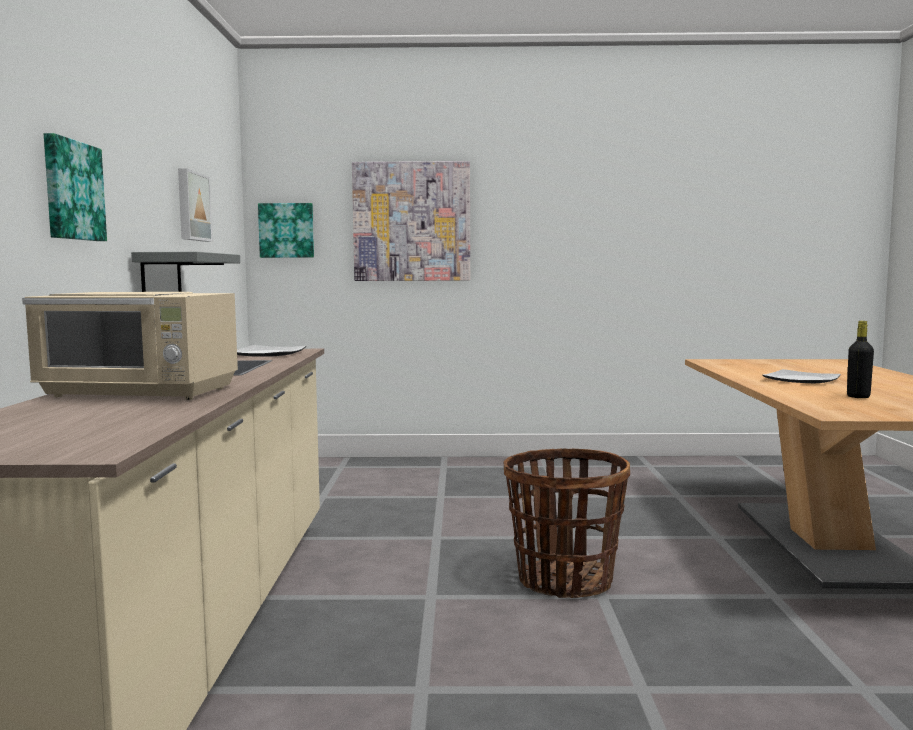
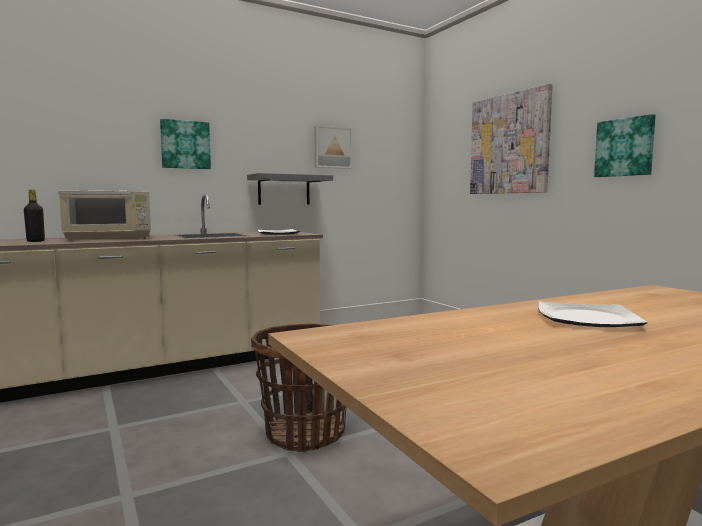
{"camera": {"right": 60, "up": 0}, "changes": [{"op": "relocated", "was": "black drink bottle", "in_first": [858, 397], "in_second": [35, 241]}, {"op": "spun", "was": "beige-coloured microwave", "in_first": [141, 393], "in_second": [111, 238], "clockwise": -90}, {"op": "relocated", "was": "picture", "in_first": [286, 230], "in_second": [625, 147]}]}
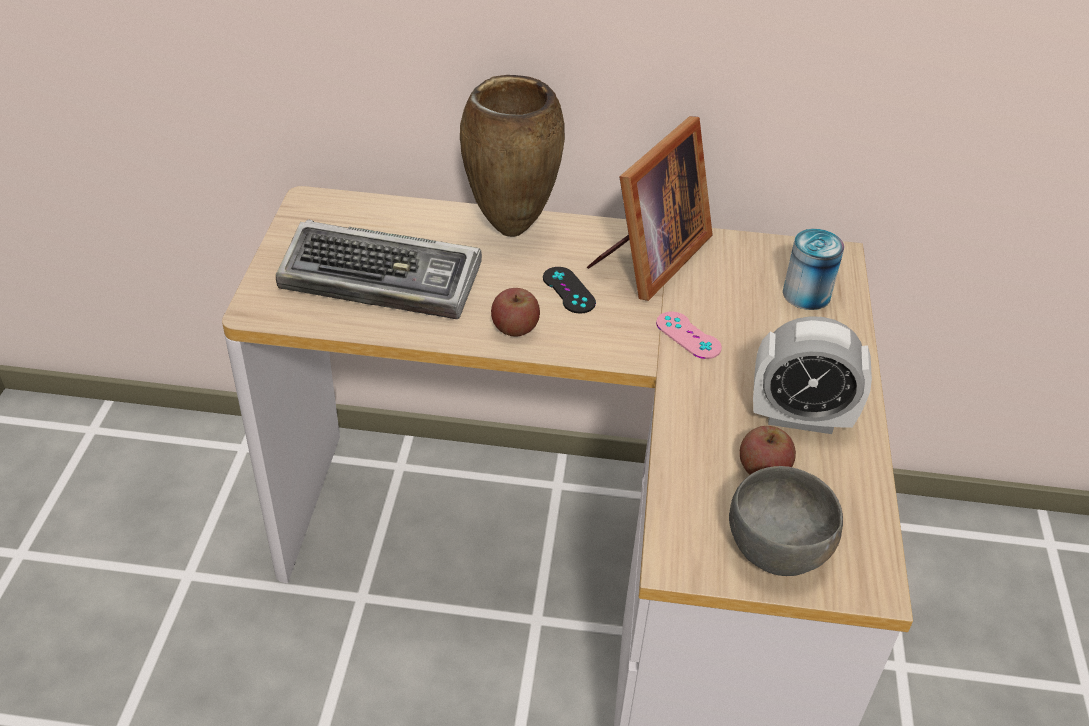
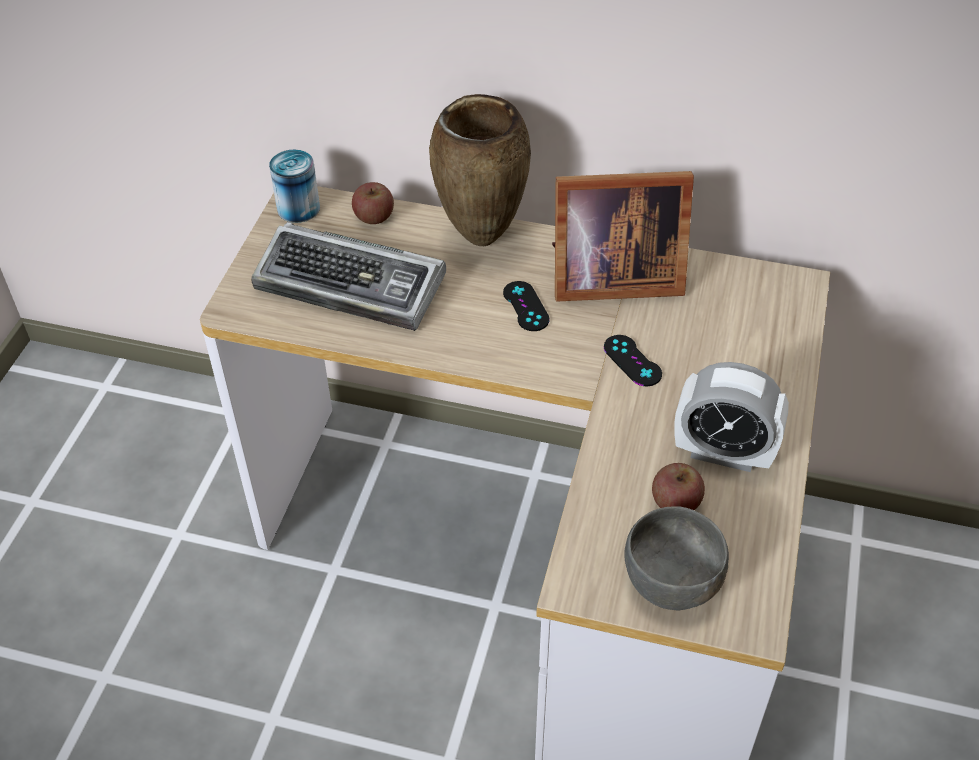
{"camera": {"right": 10, "up": 5}, "changes": [{"op": "relocated", "was": "sealed can", "in_first": [806, 294], "in_second": [298, 208]}, {"op": "relocated", "was": "apple fruit", "in_first": [515, 328], "in_second": [374, 217]}, {"op": "spun", "was": "photo frame", "in_first": [649, 259], "in_second": [610, 278], "clockwise": 45}, {"op": "colour", "was": "pink-coloured joypad", "now": "black joypad", "in_first": [688, 335], "in_second": [632, 361]}]}
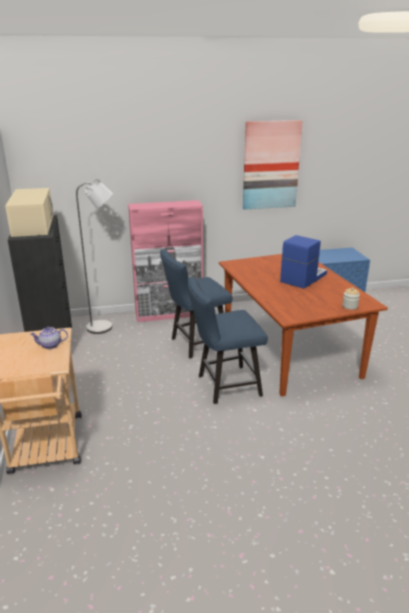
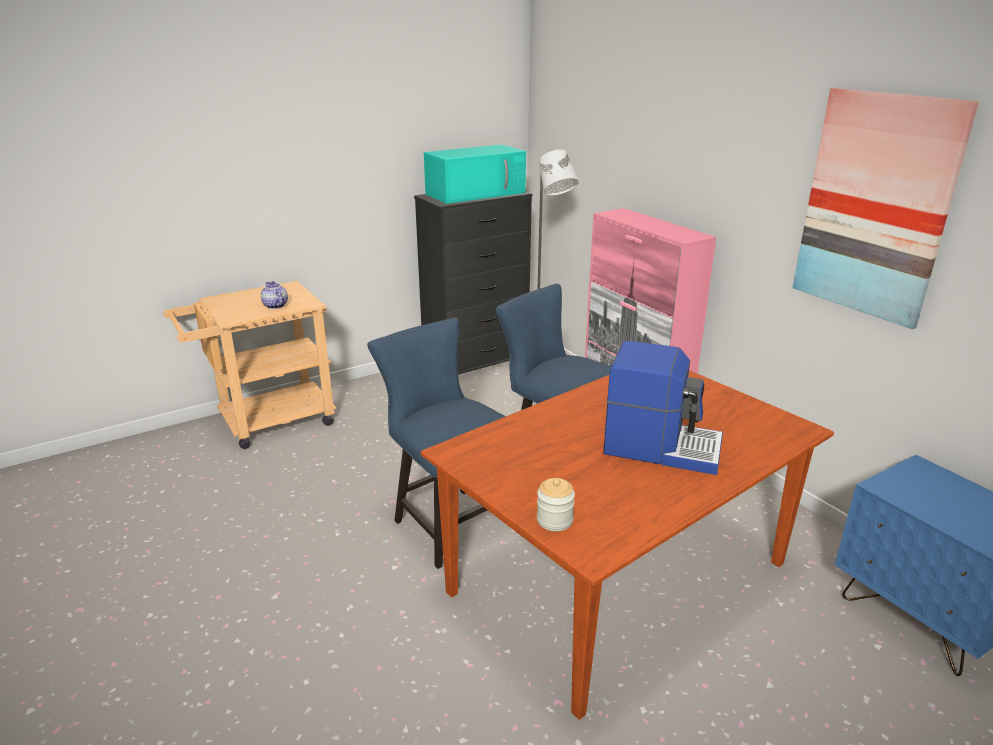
{"camera": {"right": 70, "up": 0}, "changes": [{"op": "colour", "was": "beige-coloured microwave", "now": "turquoise-coloured microwave", "in_first": [33, 225], "in_second": [476, 193]}]}
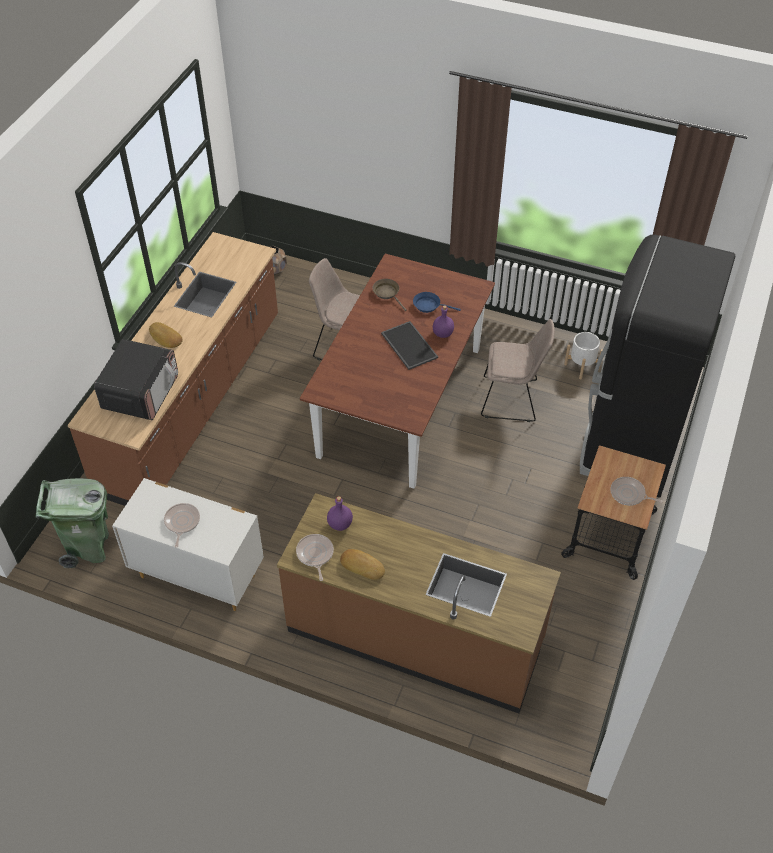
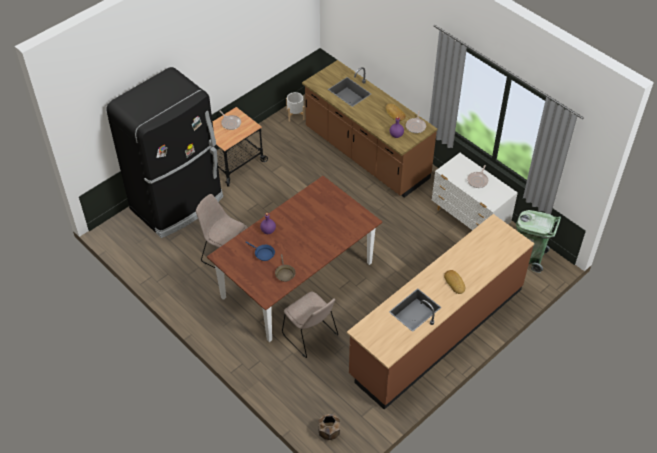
{"camera": {"right": -155, "up": 0}, "changes": [{"op": "relocated", "was": "white plant pot", "in_first": [581, 366], "in_second": [295, 115]}, {"op": "missing", "was": "microwave", "in_first": [141, 392]}, {"op": "missing", "was": "tray", "in_first": [408, 345]}]}
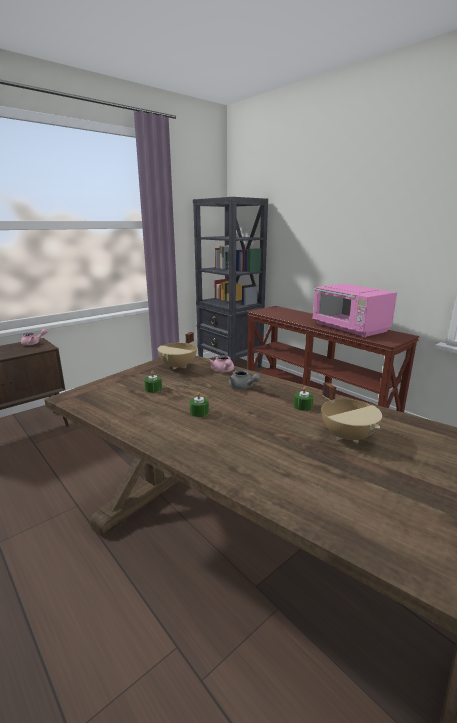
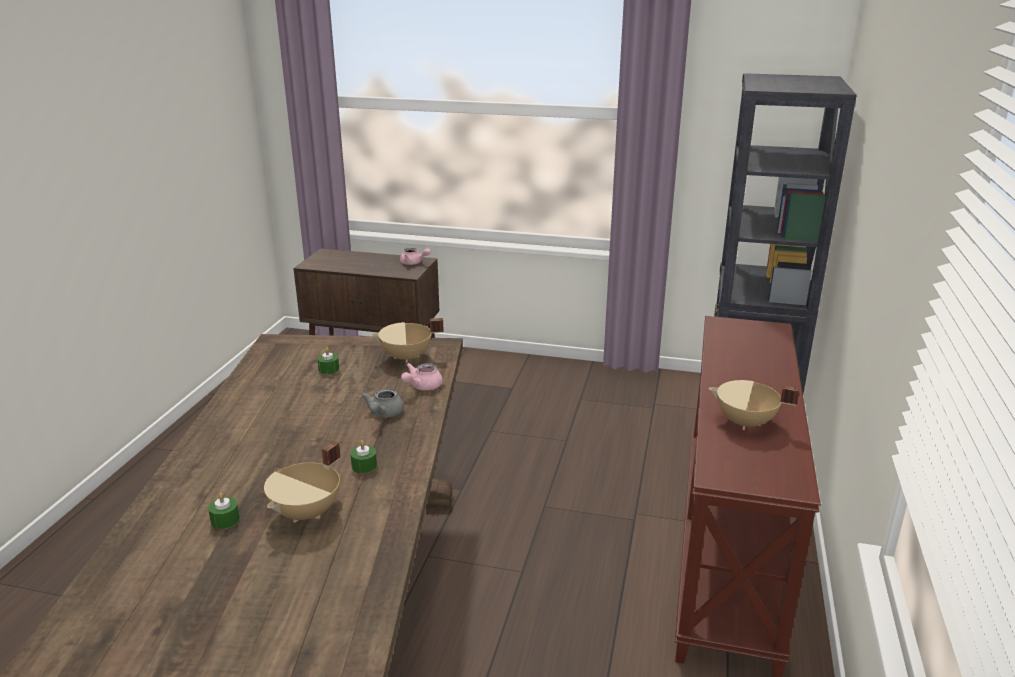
{"camera": {"right": 55, "up": 5}, "changes": [{"op": "relocated", "was": "green candle", "in_first": [199, 412], "in_second": [225, 520]}, {"op": "exchanged", "was": "pink-coloured microwave", "now": "beige-coloured cooking pot", "in_first": [350, 329], "in_second": [745, 423]}]}
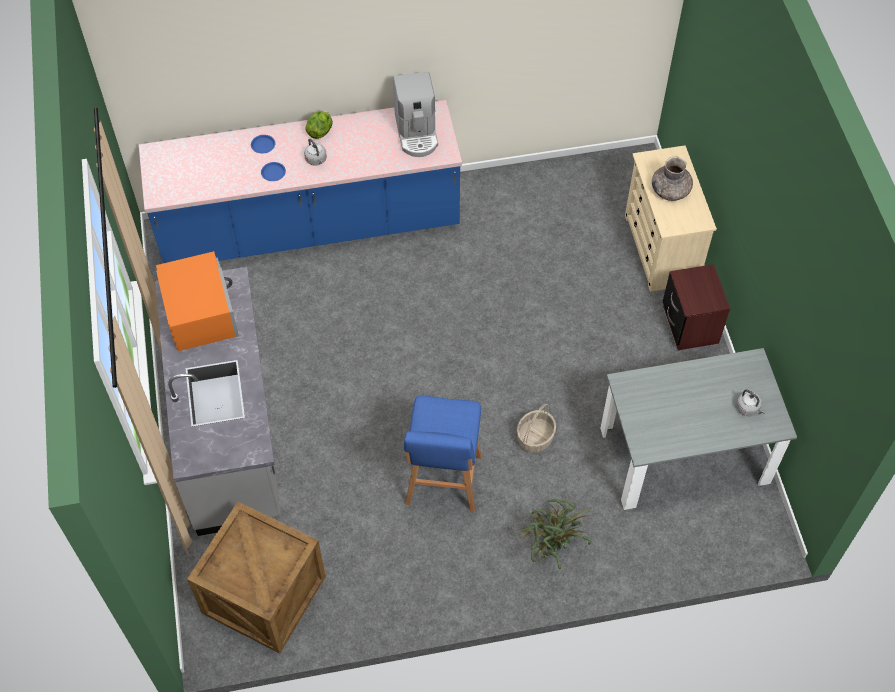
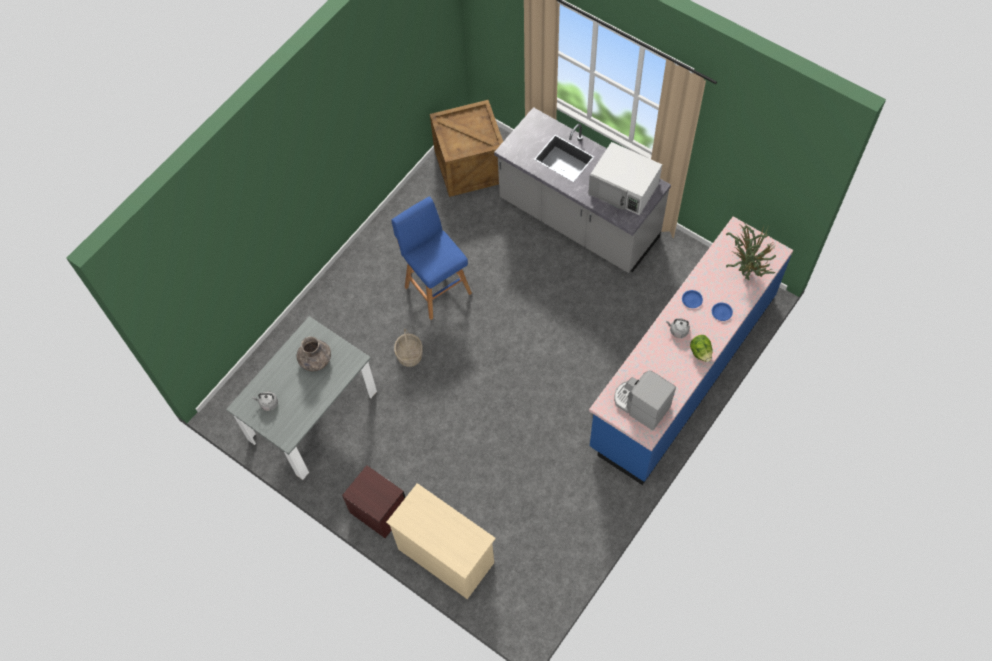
{"camera": {"right": 140, "up": 5}, "changes": [{"op": "relocated", "was": "grey vase", "in_first": [670, 190], "in_second": [315, 360]}, {"op": "colour", "was": "orange-coloured microwave", "now": "white microwave", "in_first": [200, 312], "in_second": [624, 188]}, {"op": "relocated", "was": "potted plant", "in_first": [550, 549], "in_second": [747, 271]}]}
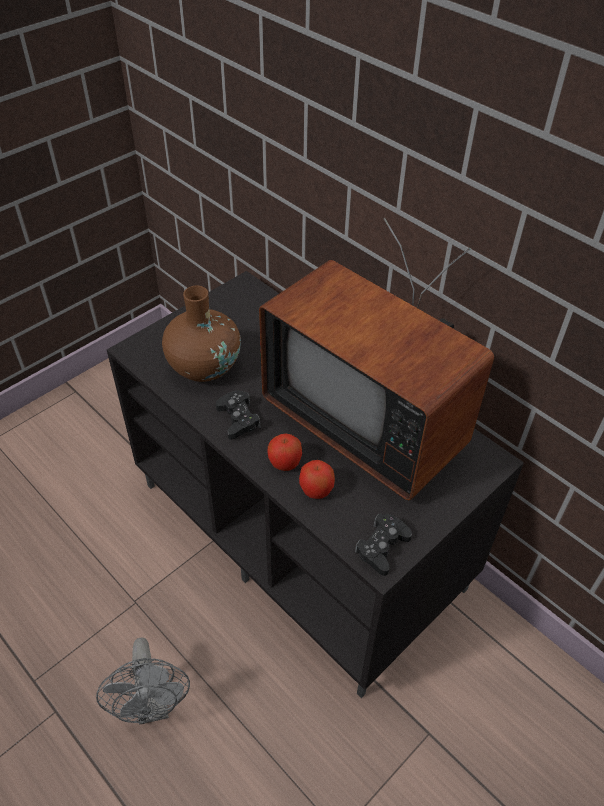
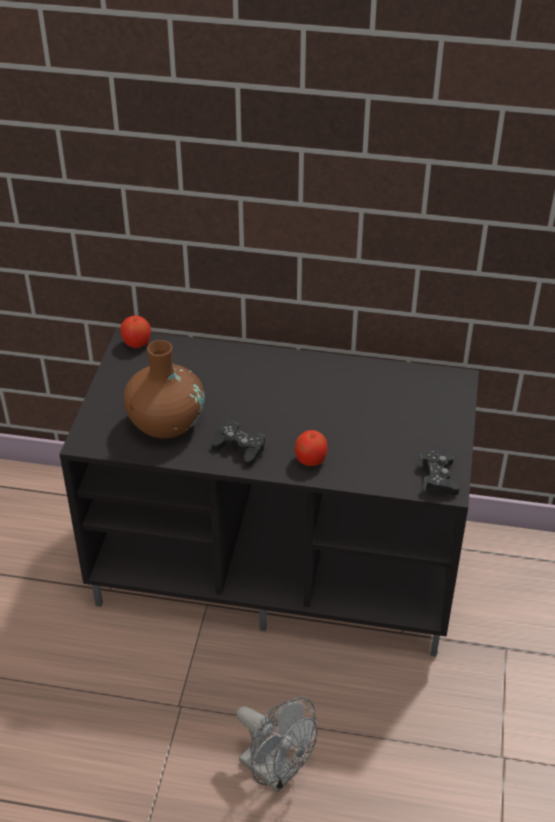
{"camera": {"right": -35, "up": -5}, "changes": [{"op": "relocated", "was": "apple fruit", "in_first": [316, 490], "in_second": [136, 343]}, {"op": "missing", "was": "TV", "in_first": [370, 418]}]}
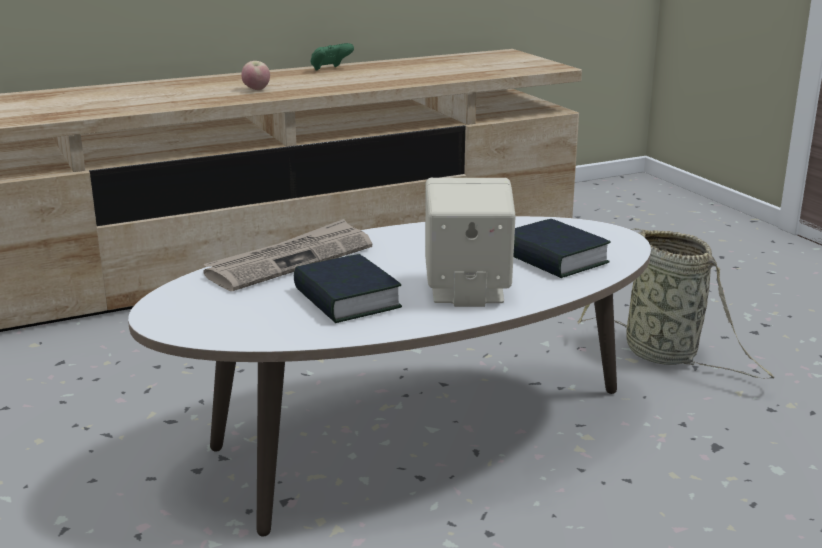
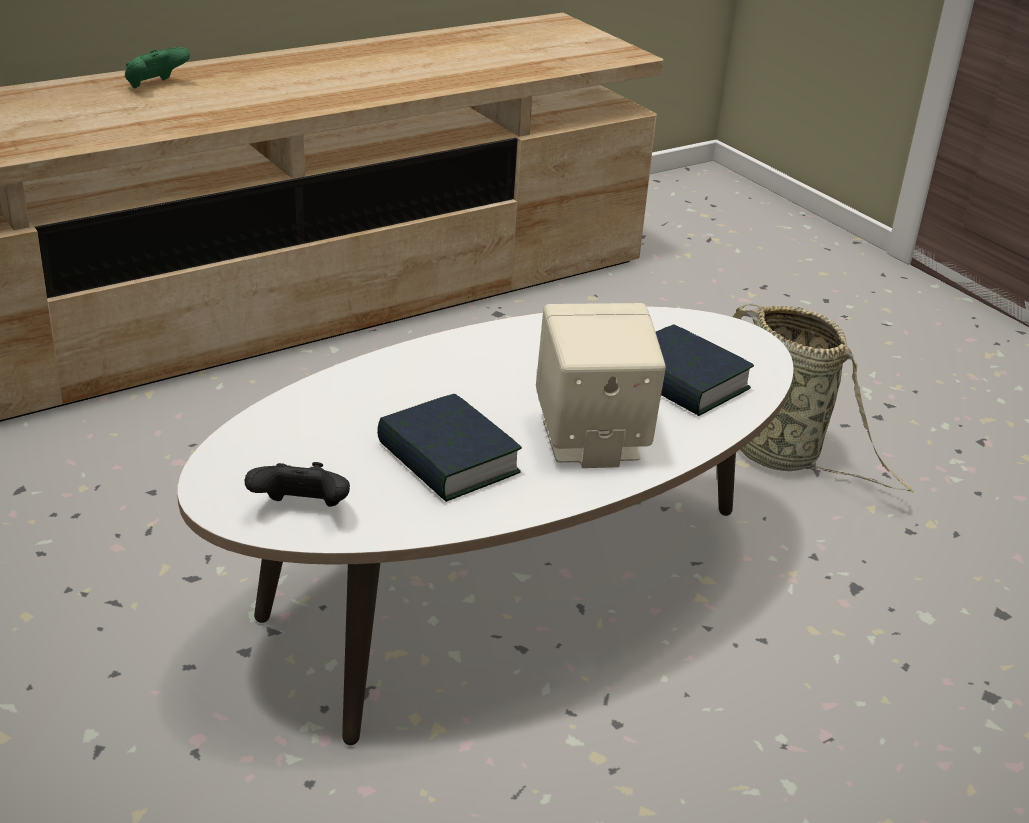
{"camera": {"right": -10, "up": 10}, "changes": [{"op": "relocated", "was": "green joypad", "in_first": [330, 69], "in_second": [155, 86]}, {"op": "appeared", "now": "black joypad", "in_second": [302, 511]}, {"op": "missing", "was": "printed paper", "in_first": [290, 260]}, {"op": "missing", "was": "apple fruit", "in_first": [256, 90]}]}
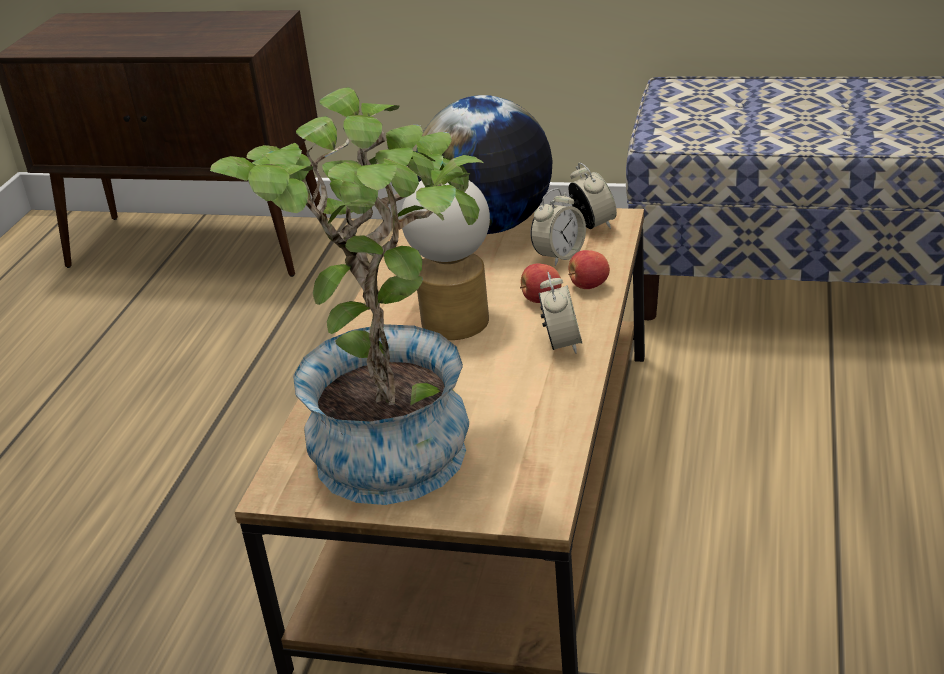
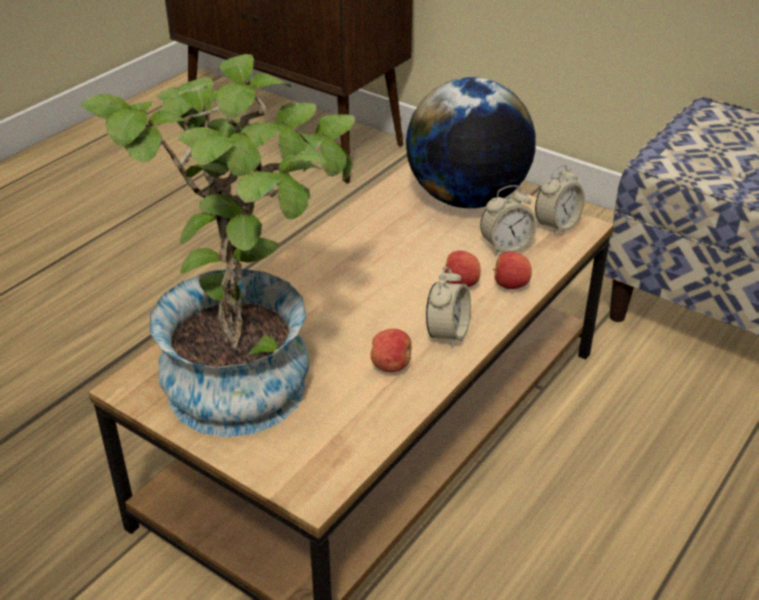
{"camera": {"right": 20, "up": 5}, "changes": [{"op": "appeared", "now": "apple fruit", "in_second": [391, 365]}, {"op": "spun", "was": "table clock", "in_first": [593, 224], "in_second": [557, 225], "clockwise": 45}, {"op": "missing", "was": "tabletop lamp", "in_first": [457, 316]}]}
